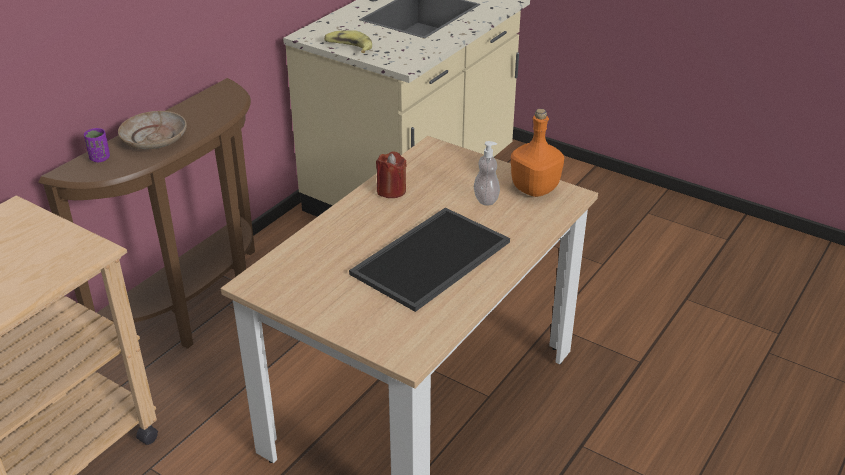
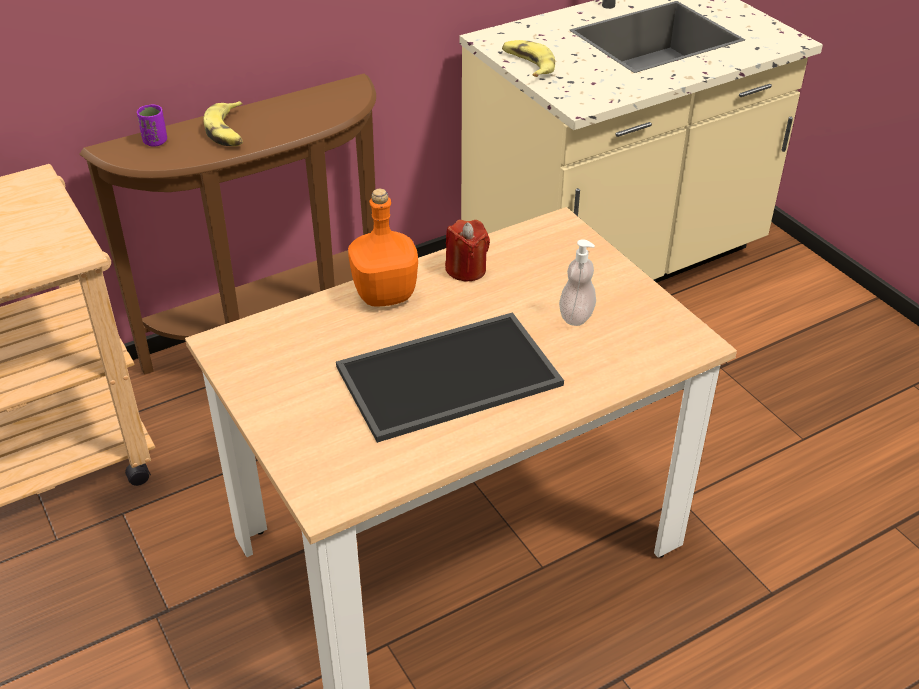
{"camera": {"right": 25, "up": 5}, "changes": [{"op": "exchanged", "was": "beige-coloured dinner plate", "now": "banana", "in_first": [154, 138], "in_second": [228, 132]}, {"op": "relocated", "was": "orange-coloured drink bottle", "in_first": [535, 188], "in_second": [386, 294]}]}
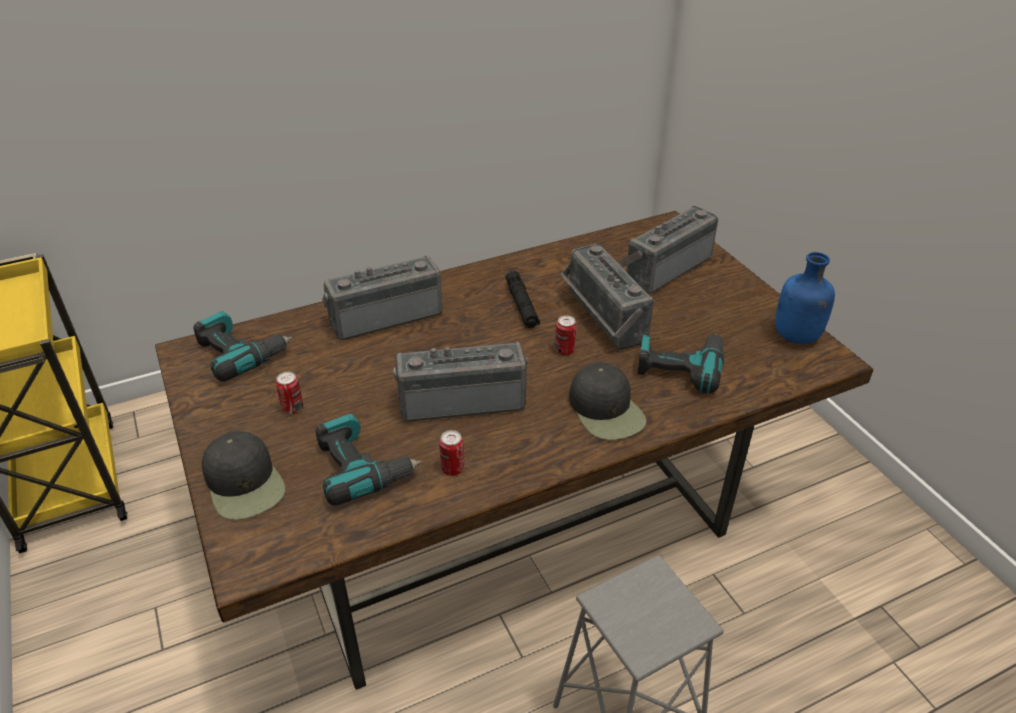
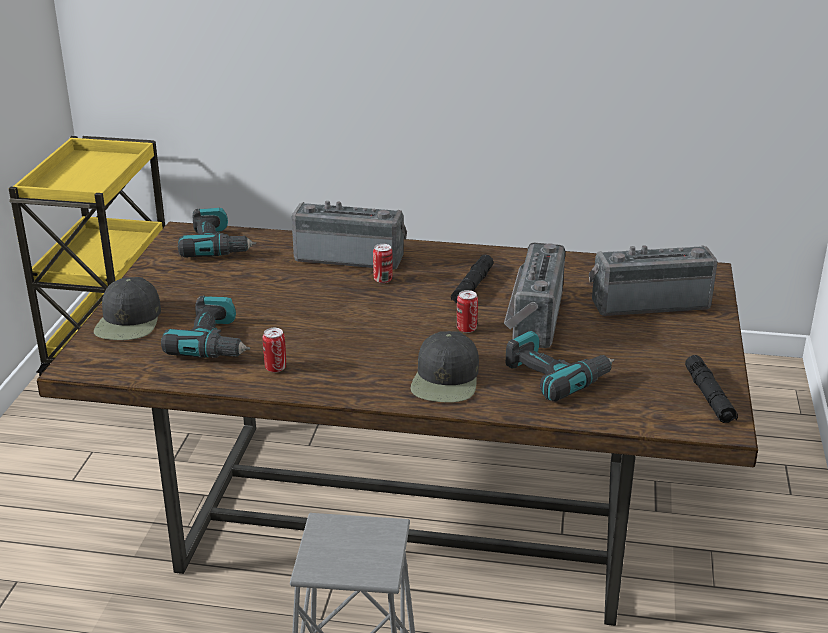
{"camera": {"right": 35, "up": -10}, "changes": [{"op": "relocated", "was": "sealed can", "in_first": [293, 408], "in_second": [383, 280]}, {"op": "exchanged", "was": "blue-coloured drink bottle", "now": "black torch", "in_first": [796, 337], "in_second": [709, 396]}, {"op": "missing", "was": "radio", "in_first": [462, 399]}]}
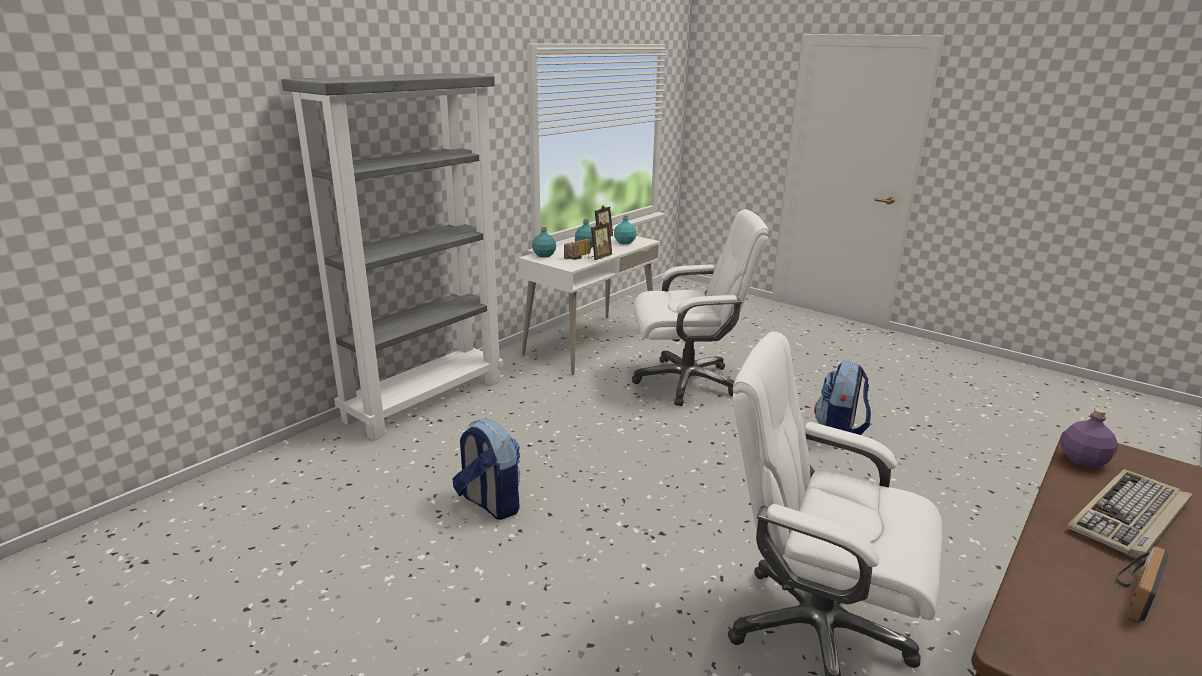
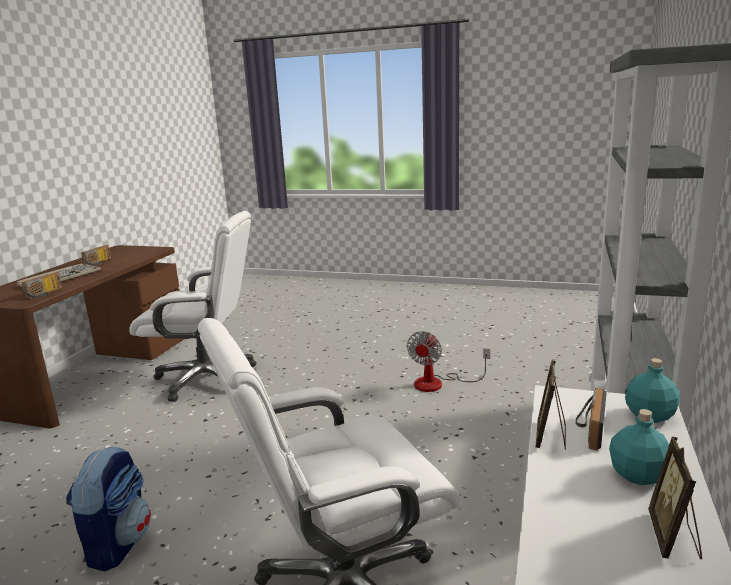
{"camera": {"right": 160, "up": -5}, "changes": [{"op": "exchanged", "was": "purple-coloured drink bottle", "now": "radio", "in_first": [1083, 461], "in_second": [45, 294]}, {"op": "exchanged", "was": "rucksack", "now": "fan", "in_first": [489, 503], "in_second": [438, 383]}, {"op": "missing", "was": "turquoise-coloured drink bottle", "in_first": [625, 242]}]}
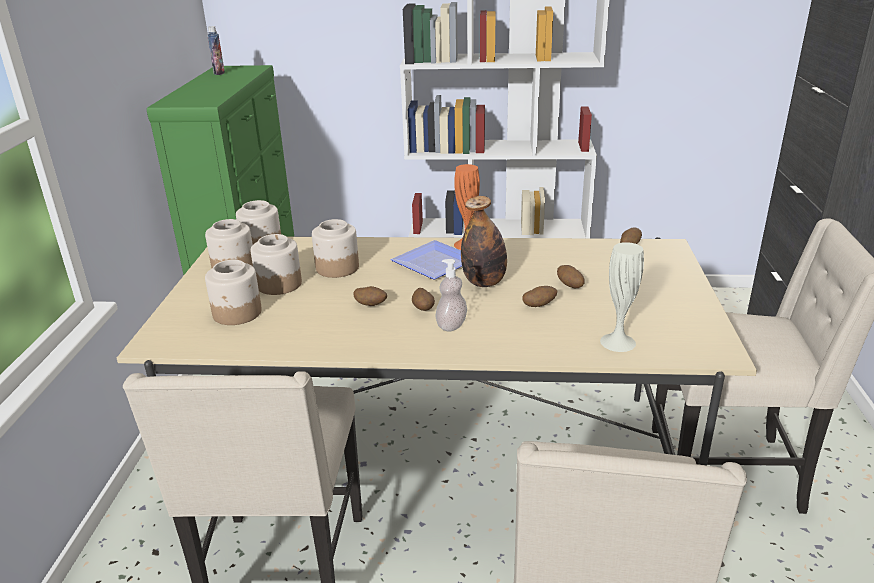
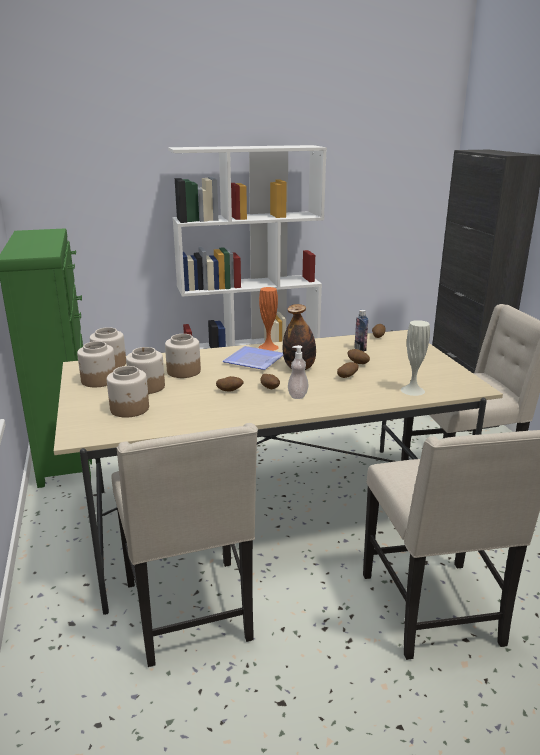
{"camera": {"right": -20, "up": -5}, "changes": [{"op": "relocated", "was": "drink bottle", "in_first": [219, 73], "in_second": [360, 349]}]}
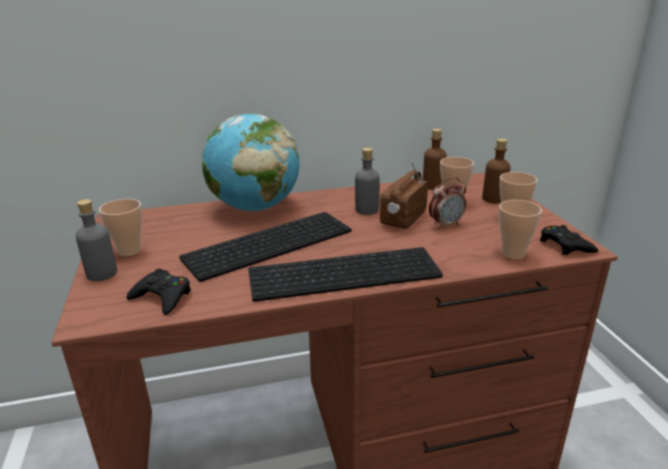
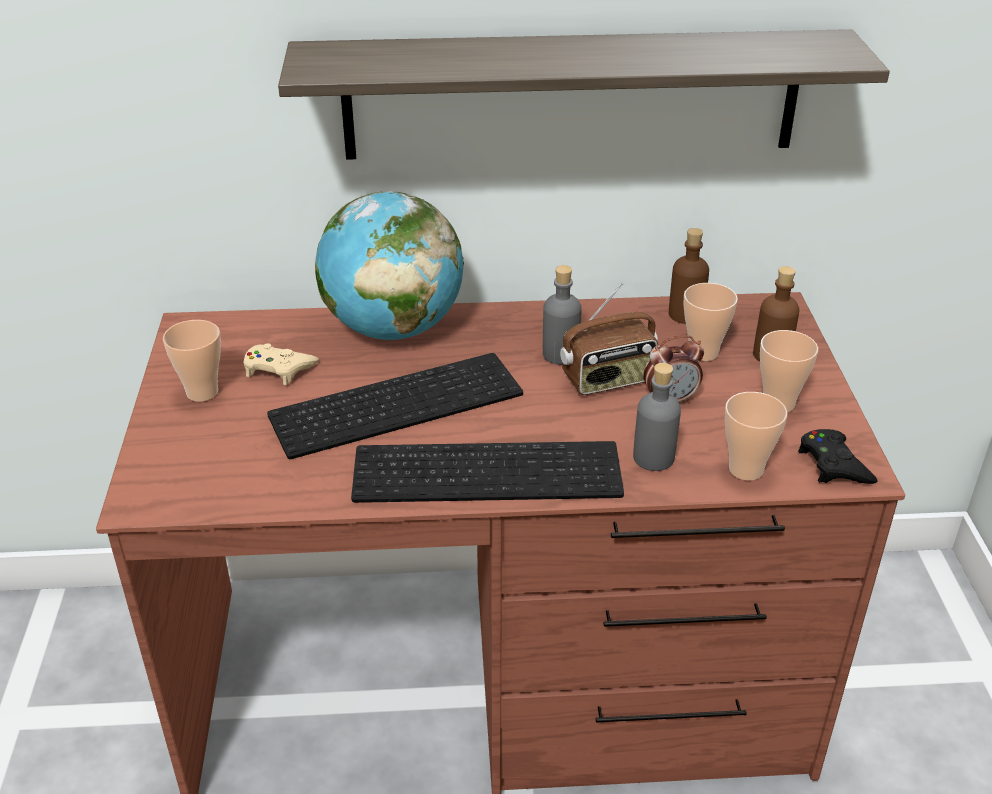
{"camera": {"right": 10, "up": 10}, "changes": [{"op": "appeared", "now": "beige-coloured joypad", "in_second": [278, 369]}, {"op": "appeared", "now": "wall shelf", "in_second": [571, 95]}, {"op": "spun", "was": "radio", "in_first": [402, 219], "in_second": [608, 380], "clockwise": -150}, {"op": "relocated", "was": "grey drink bottle", "in_first": [101, 273], "in_second": [653, 458]}, {"op": "missing", "was": "black joypad", "in_first": [162, 297]}]}
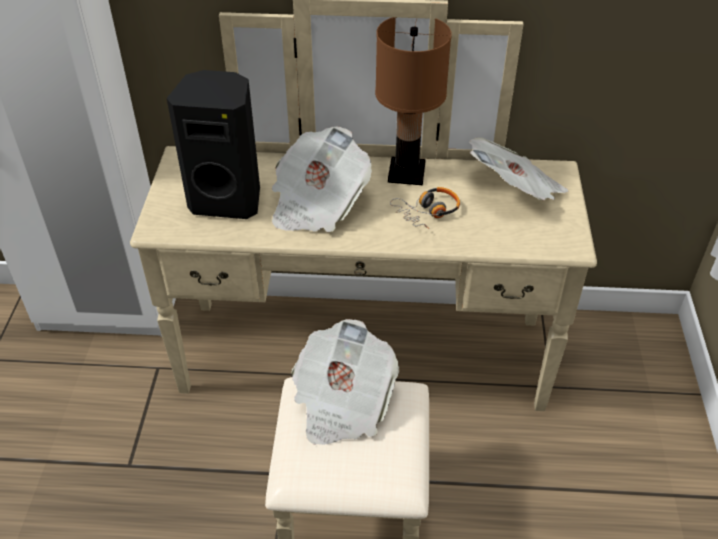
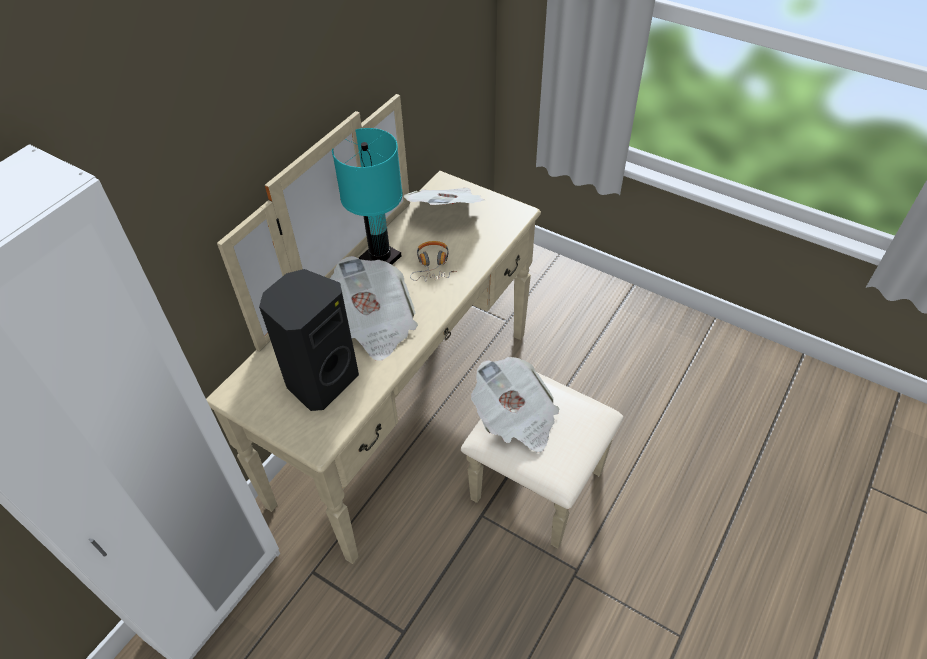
{"camera": {"right": -60, "up": 5}, "changes": [{"op": "colour", "was": "brownish tabletop lamp", "now": "turquoise-coloured tabletop lamp", "in_first": [406, 172], "in_second": [379, 258]}]}
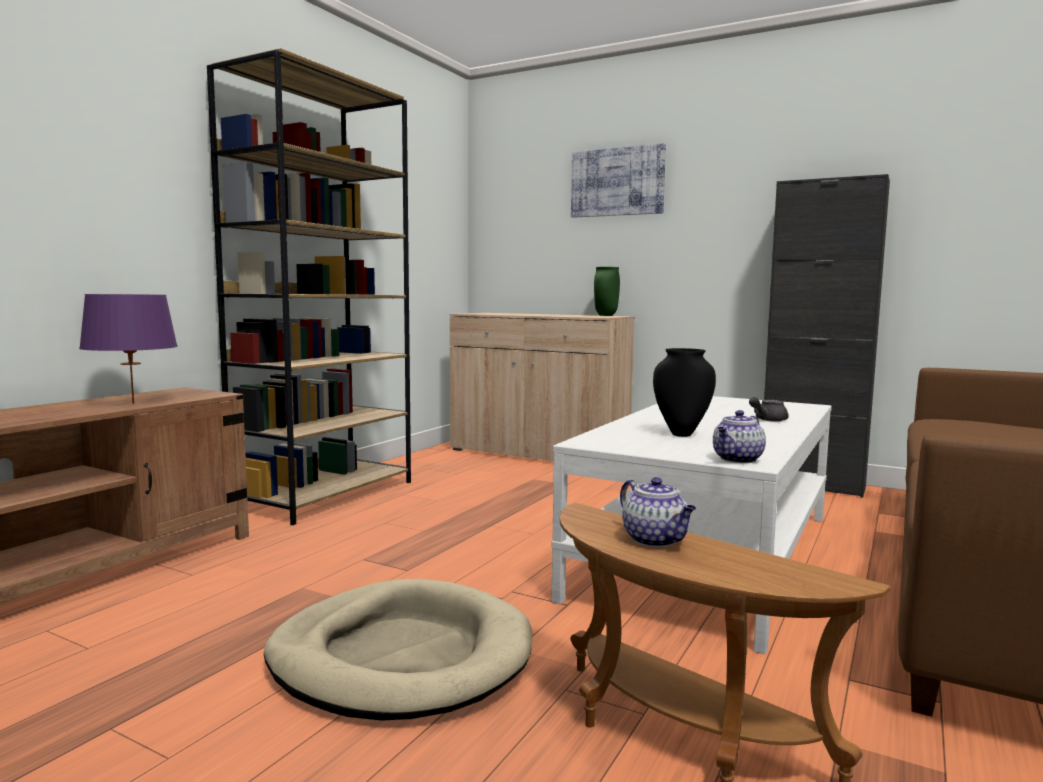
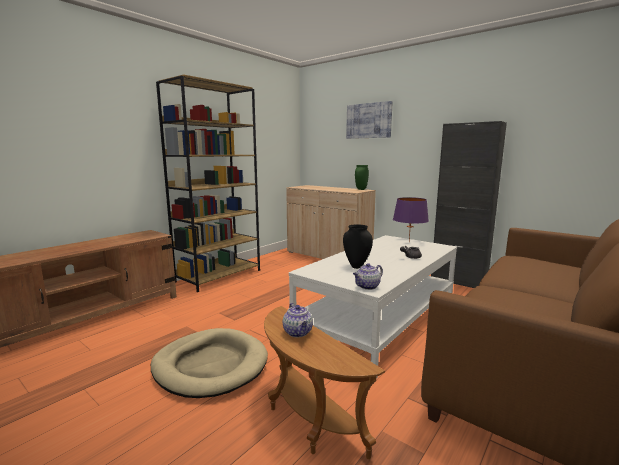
{"camera": {"right": 10, "up": 5}, "changes": [{"op": "relocated", "was": "purple-coloured tabletop lamp", "in_first": [133, 403], "in_second": [409, 242]}]}
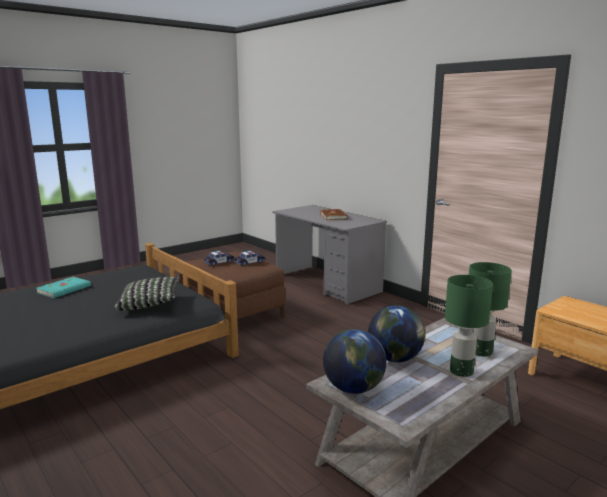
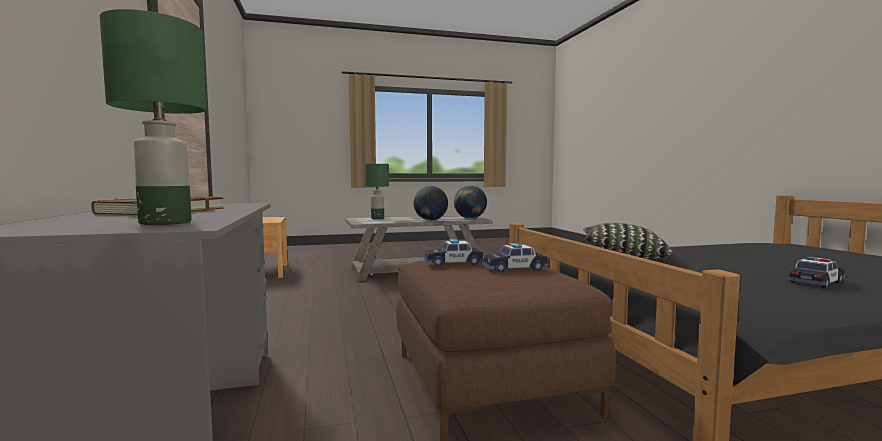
{"camera": {"right": -155, "up": -10}, "changes": [{"op": "relocated", "was": "green tabletop lamp", "in_first": [460, 371], "in_second": [166, 223]}, {"op": "exchanged", "was": "turquoise-coloured book", "now": "miniature car", "in_first": [65, 289], "in_second": [816, 282]}]}
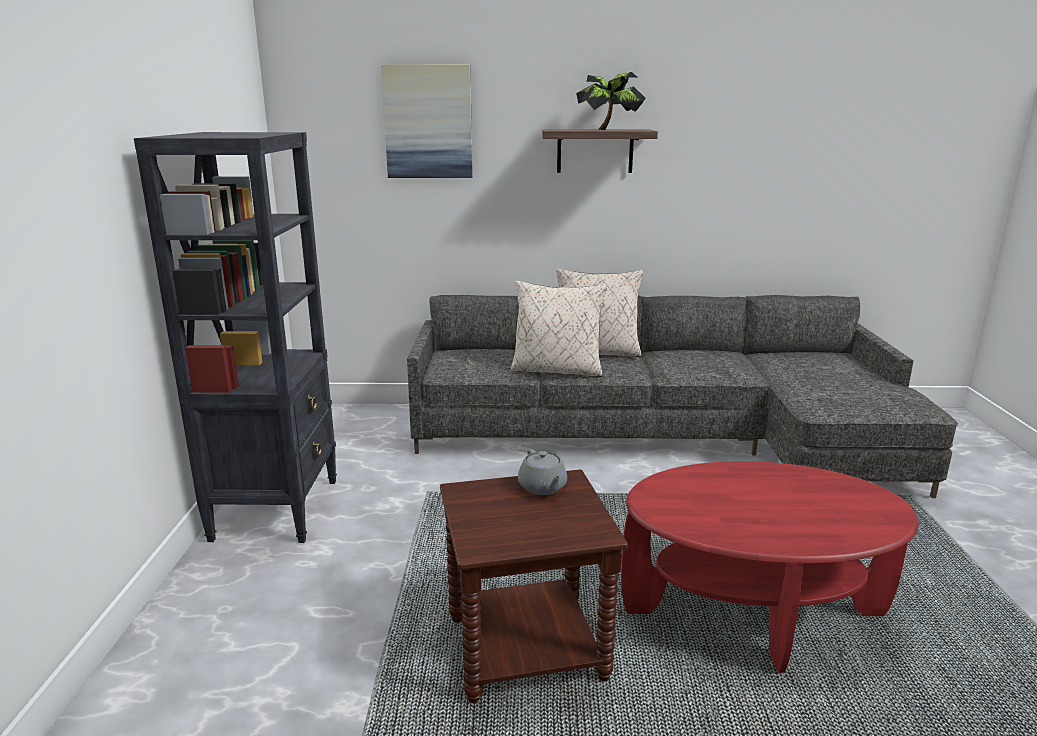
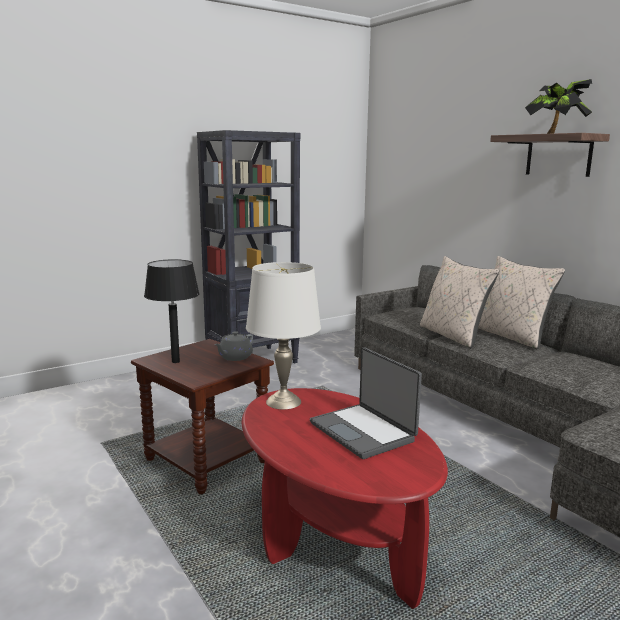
{"camera": {"right": 55, "up": -5}, "changes": [{"op": "appeared", "now": "black tabletop lamp", "in_second": [175, 361]}, {"op": "appeared", "now": "white tabletop lamp", "in_second": [283, 402]}, {"op": "appeared", "now": "portable computer", "in_second": [363, 431]}, {"op": "missing", "was": "picture", "in_first": [428, 122]}]}
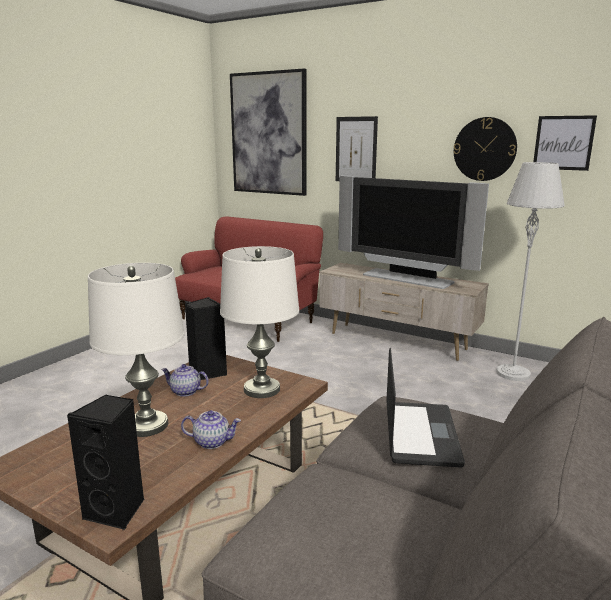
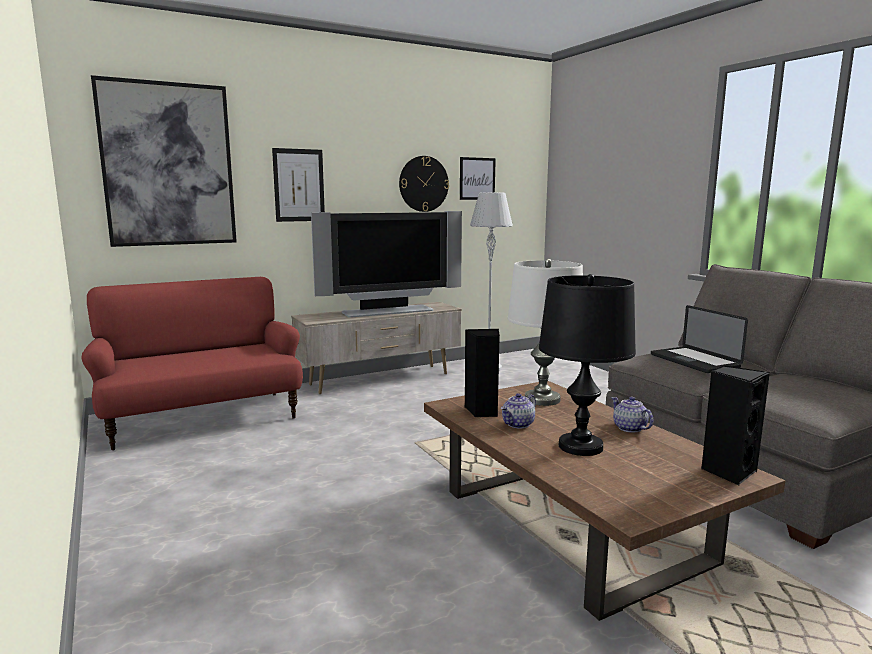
{"camera": {"right": -60, "up": -5}, "changes": [{"op": "colour", "was": "white tabletop lamp", "now": "black tabletop lamp", "in_first": [147, 425], "in_second": [581, 446]}, {"op": "spun", "was": "tea pot", "in_first": [212, 442], "in_second": [629, 428], "clockwise": -60}, {"op": "spun", "was": "portable computer", "in_first": [421, 434], "in_second": [694, 361], "clockwise": -150}]}
